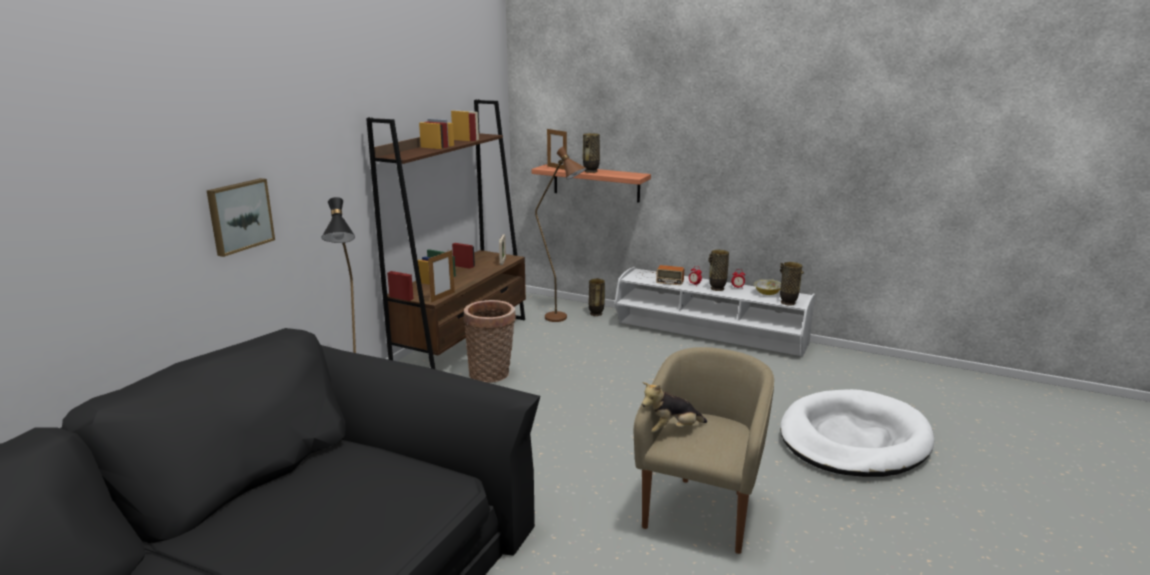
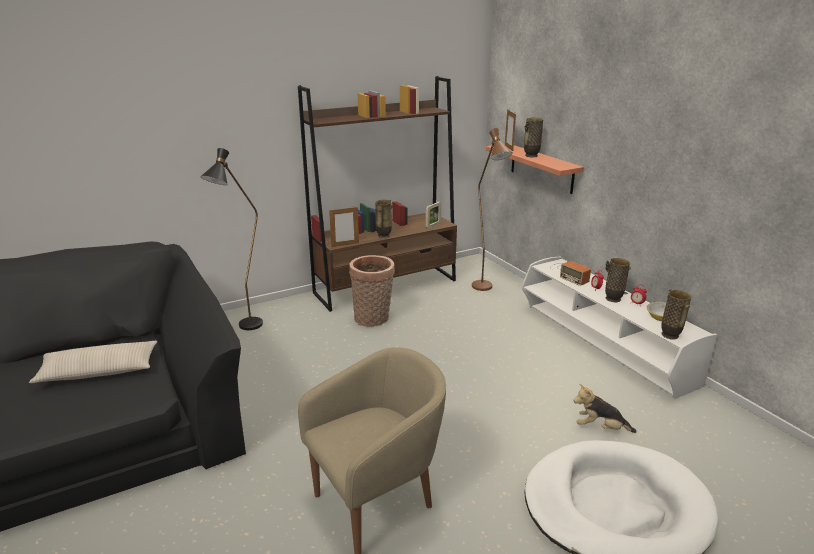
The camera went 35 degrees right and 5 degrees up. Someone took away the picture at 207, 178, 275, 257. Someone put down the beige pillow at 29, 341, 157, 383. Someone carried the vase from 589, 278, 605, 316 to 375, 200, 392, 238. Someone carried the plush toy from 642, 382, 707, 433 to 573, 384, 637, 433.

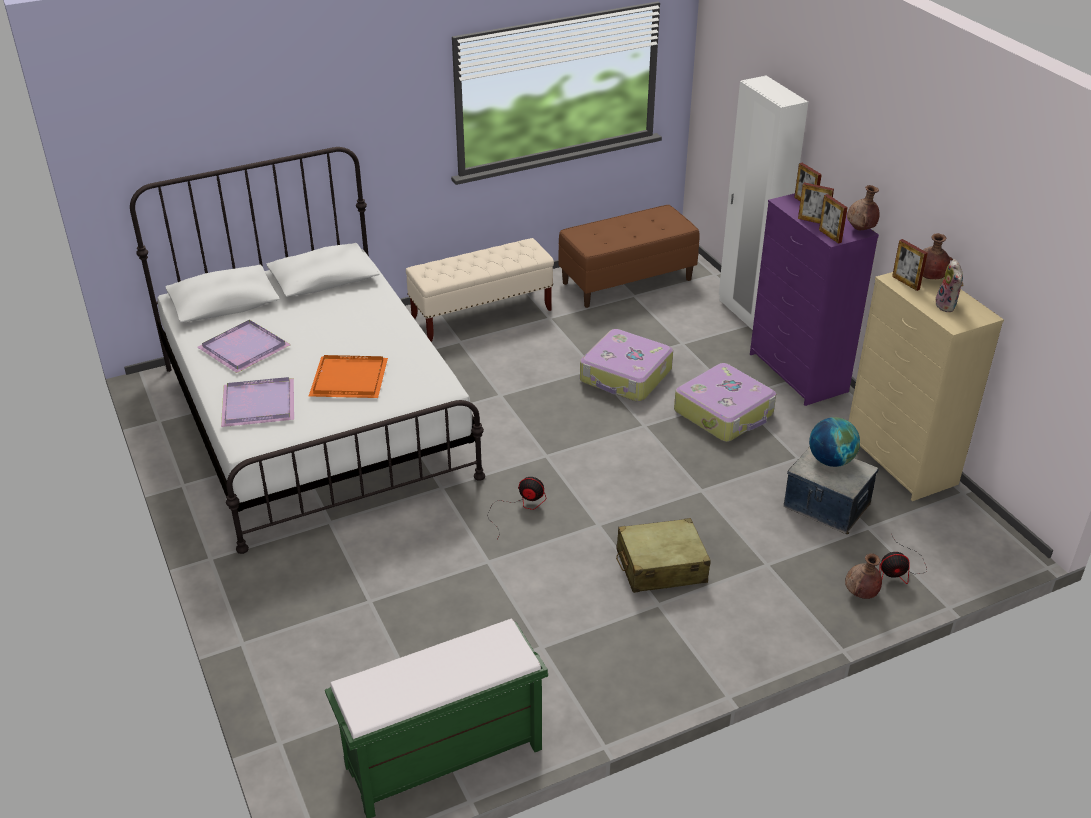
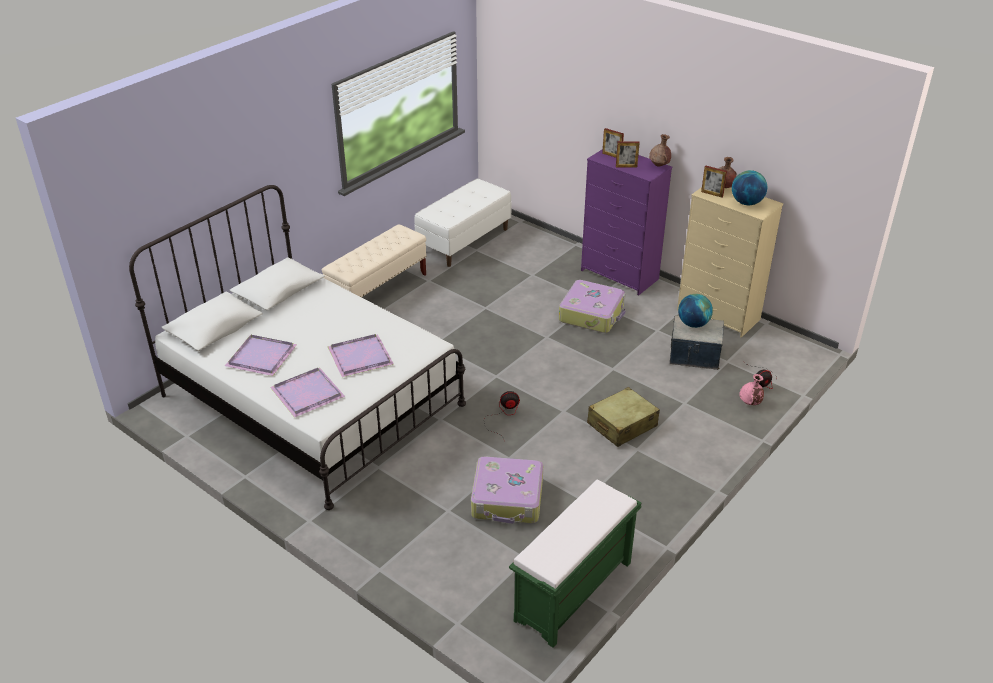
The camera went 25 degrees left and 0 degrees up. Someone took away the white wardrobe at 719, 76, 808, 330. Someone took away the picture frame at 819, 194, 848, 244. Someone carried the suitcase from 580, 329, 673, 402 to 471, 456, 543, 524. Someone swapped the plush toy at 935, 259, 964, 312 for the globe at 732, 170, 767, 205. Someone repainted the orange tray at 309, 355, 388, 398, which became the purple tray at 328, 334, 394, 377. Someone repainted the brown bench at 558, 205, 700, 308, which became the white bench at 414, 178, 512, 267. Someone repainted the brown vase at 845, 553, 882, 599, which became the pink vase at 739, 374, 764, 405.

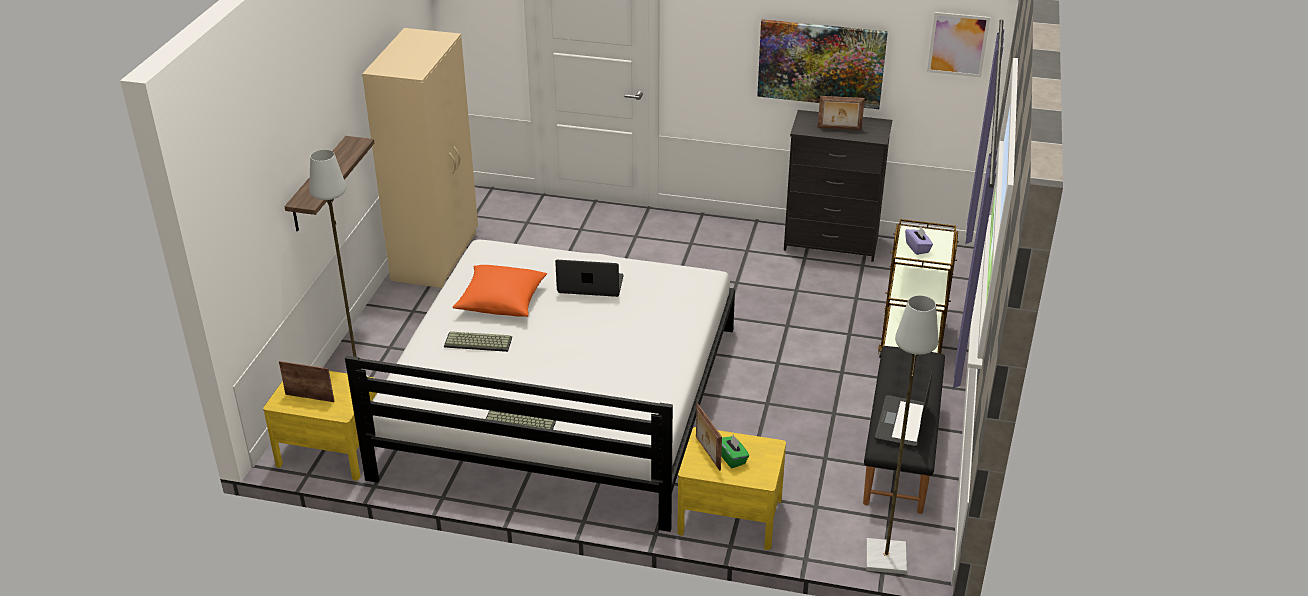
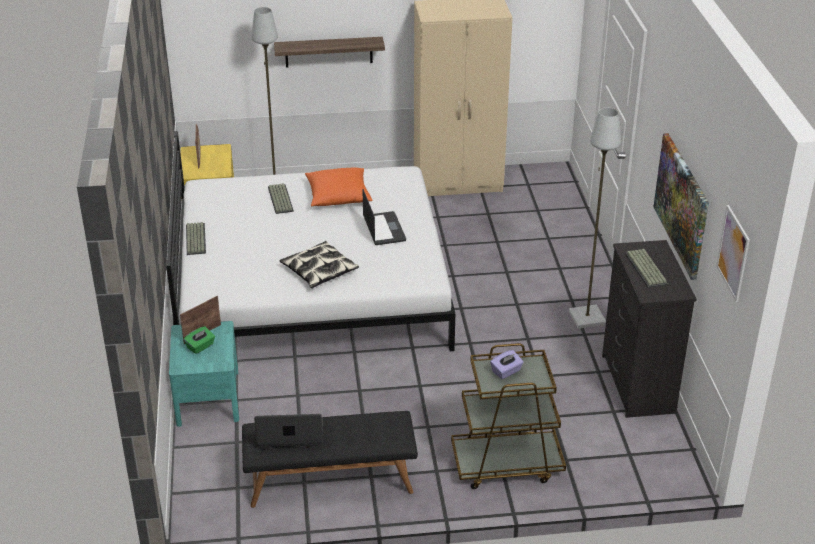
The camera went 70 degrees right and 0 degrees up. Someone put down the pillow at 280, 241, 359, 288. Someone carried the grey floor lamp from 866, 295, 939, 574 to 569, 108, 621, 329. Someone swapped the picture frame at 818, 96, 865, 130 for the keyboard at 625, 249, 668, 288. Someone repainted the yellow nightstand at 677, 427, 786, 550, which became the turquoise nightstand at 169, 321, 239, 427.

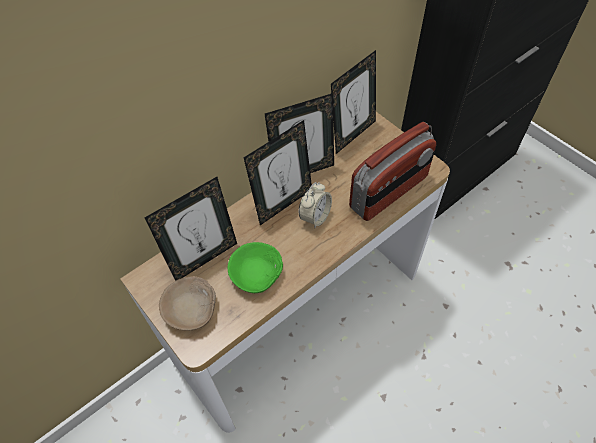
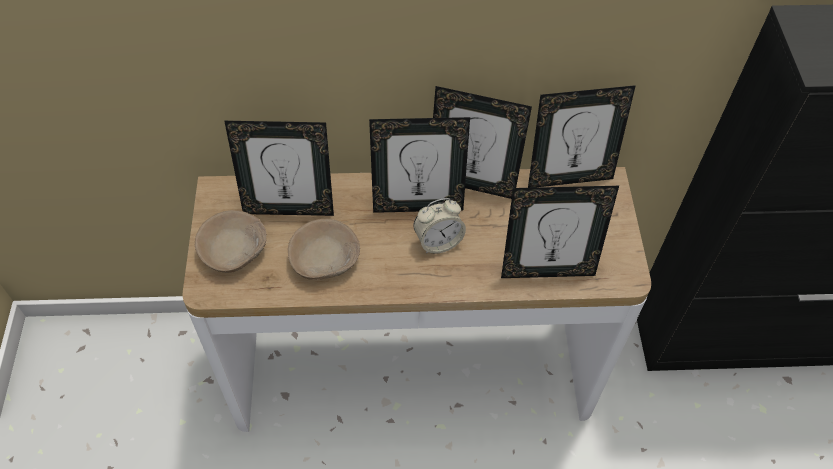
The camera went 35 degrees right and 0 degrees up. Someone swapped the radio at 349, 122, 437, 221 for the picture frame at 501, 186, 619, 278. Someone repainted the green bowl at 228, 242, 283, 293, which became the beige bowl at 288, 219, 360, 280.

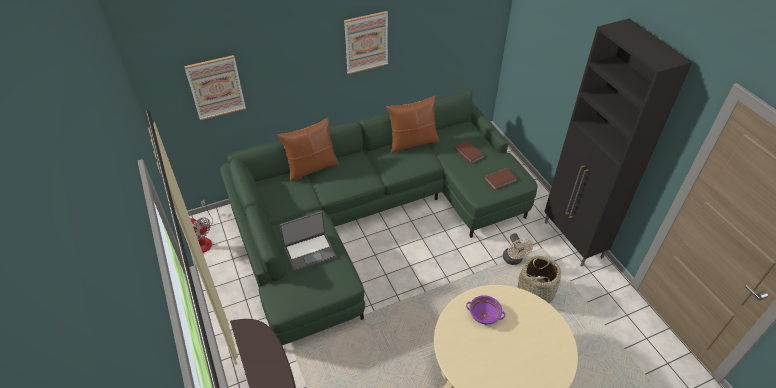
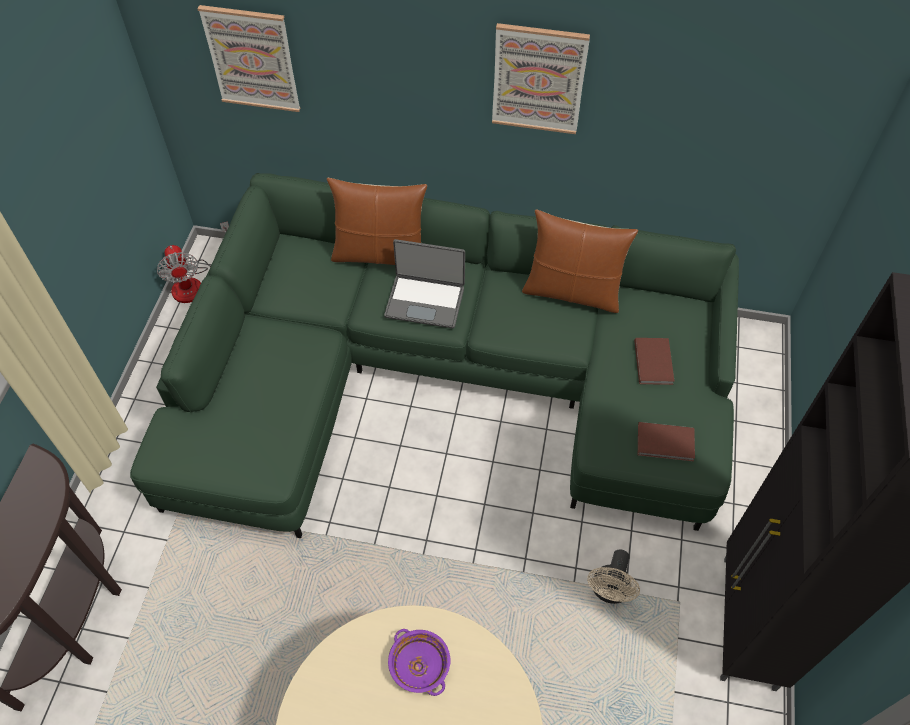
The camera went 35 degrees right and 10 degrees up. Someone took away the basket at 518, 256, 561, 304. Someone carried the laptop from 280, 211, 336, 271 to 384, 239, 465, 328.

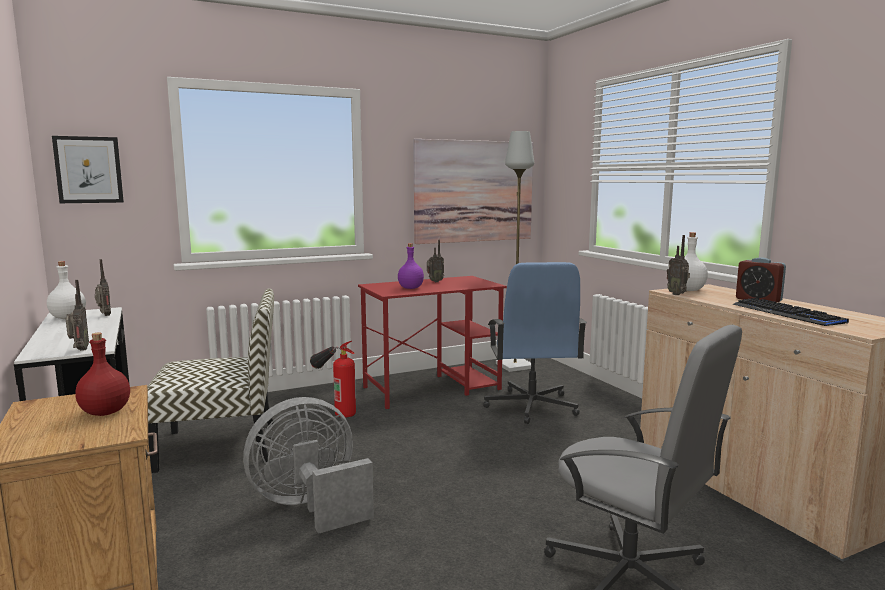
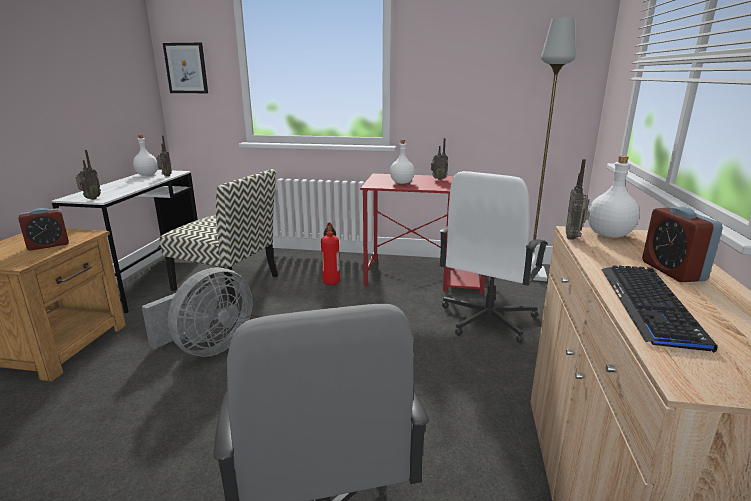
The camera went 35 degrees right and 10 degrees up. Someone took away the picture at 413, 139, 533, 244. Someone swapped the red bottle at 75, 333, 130, 416 for the alarm clock at 18, 208, 69, 251. Someone repainted the purple bottle at 398, 243, 424, 289, which became the white bottle at 390, 140, 415, 184. Someone repainted the blue office chair at 483, 262, 587, 424, which became the white office chair at 439, 171, 548, 343. Someone rotated the grey fan at 243, 397, 374, 534 by 120 degrees clockwise.

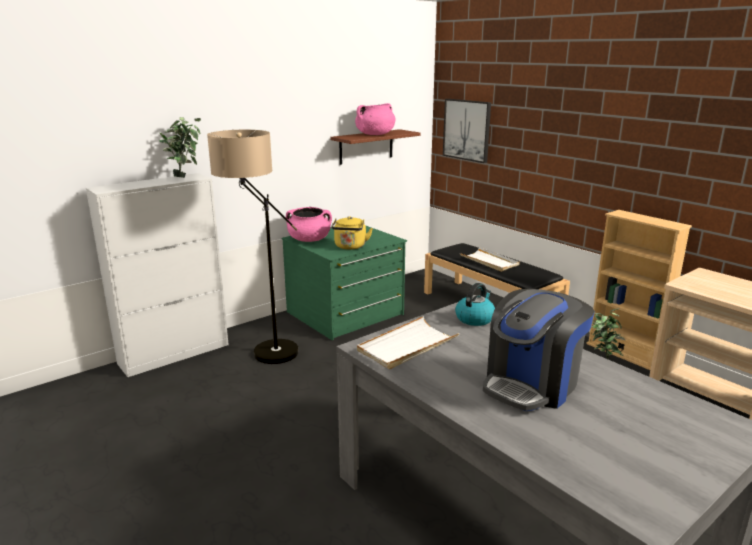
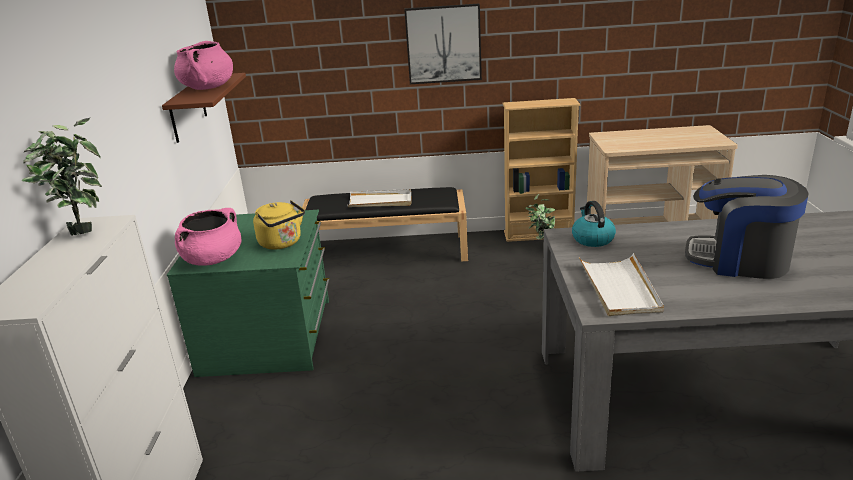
The camera went 50 degrees left and 5 degrees up. Someone took away the floor lamp at 207, 130, 298, 364. Someone carried the picture from 443, 99, 491, 163 to 404, 4, 482, 84. Someone rotated the coffee machine at 483, 289, 595, 411 by 120 degrees clockwise.

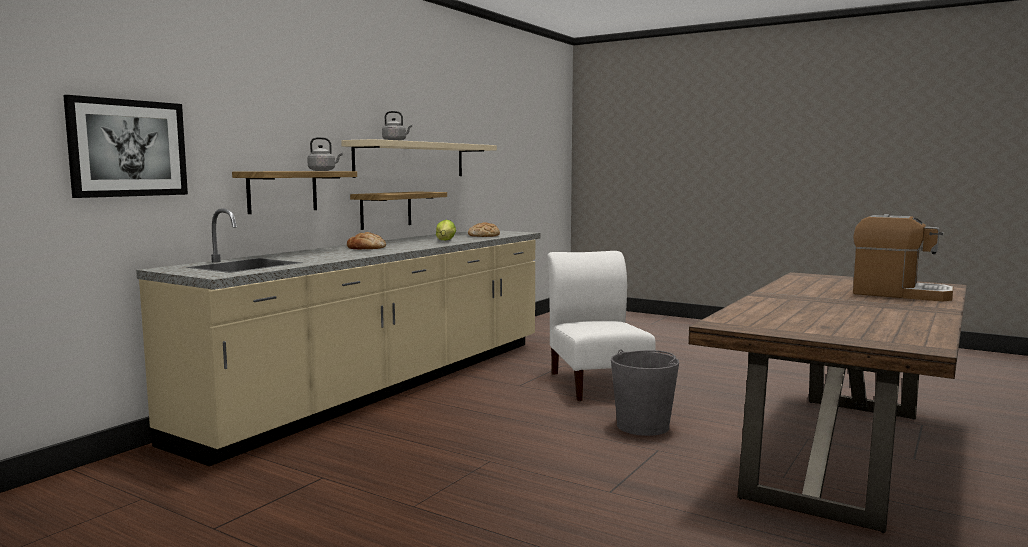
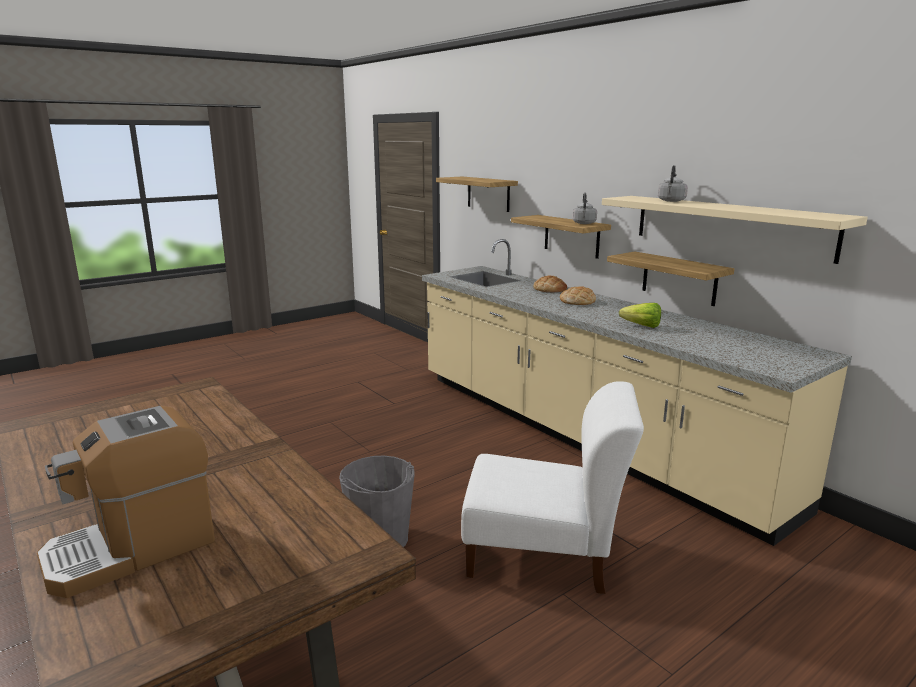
The camera went 110 degrees right and 10 degrees up. Someone carried the bread from 468, 223, 500, 237 to 533, 276, 567, 292. Someone swapped the picture at 63, 95, 188, 198 for the shelf at 436, 177, 518, 212.

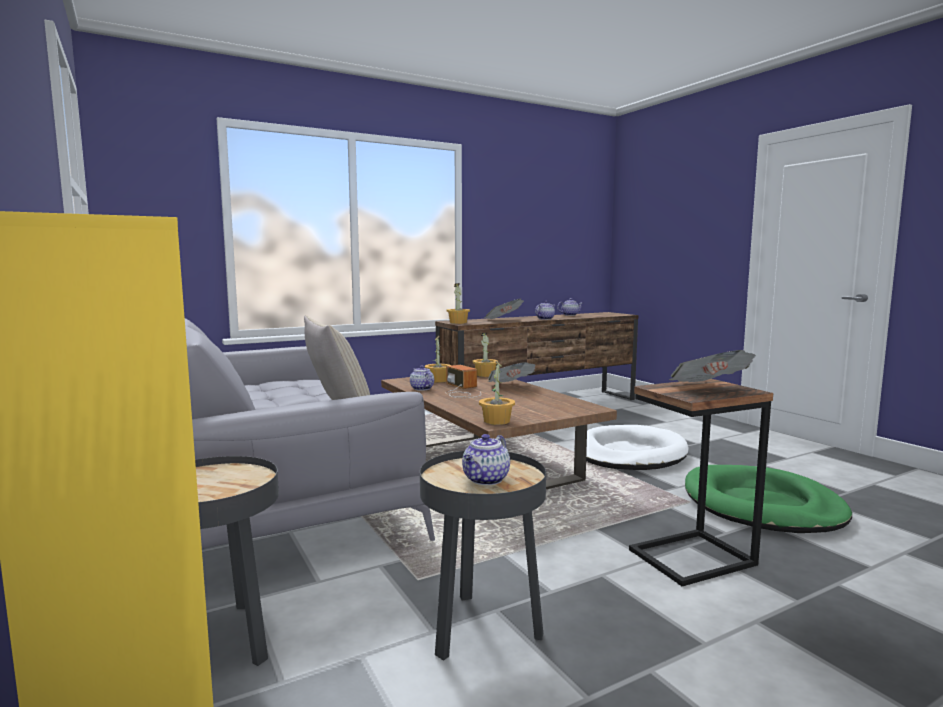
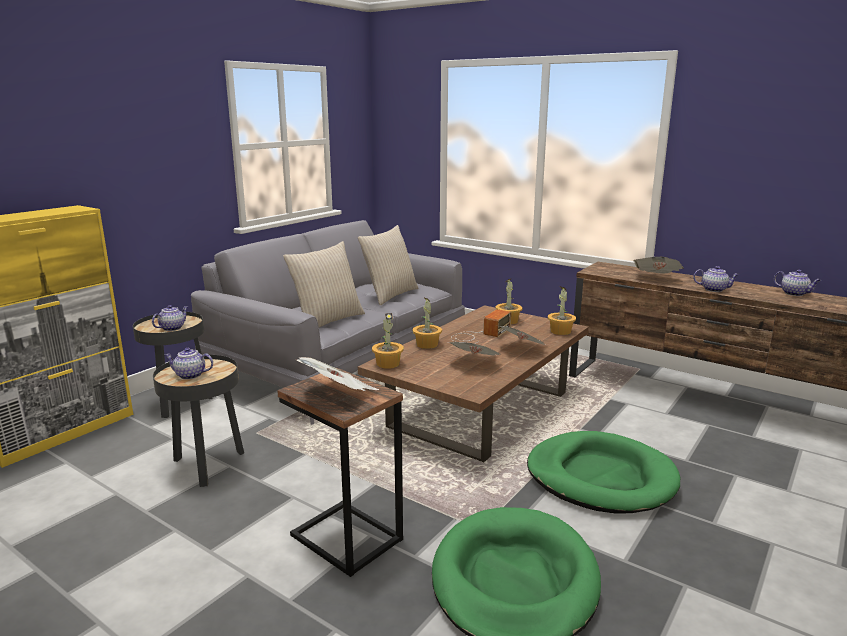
The camera went 65 degrees right and 10 degrees up. Someone put down the beige pillow at 358, 225, 419, 305. Someone put down the newspaper at 448, 342, 500, 355. Someone carried the teapot from 410, 365, 434, 391 to 152, 305, 188, 331. Someone carried the potted plant from 447, 283, 470, 324 to 412, 297, 442, 349. Someone repainted the white dog bed at 574, 425, 689, 470, which became the green dog bed at 527, 431, 680, 514.

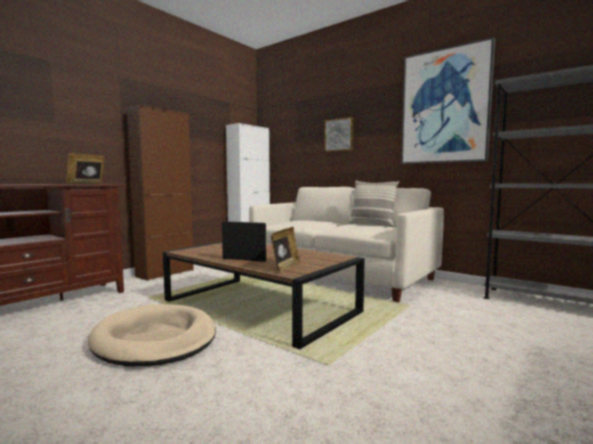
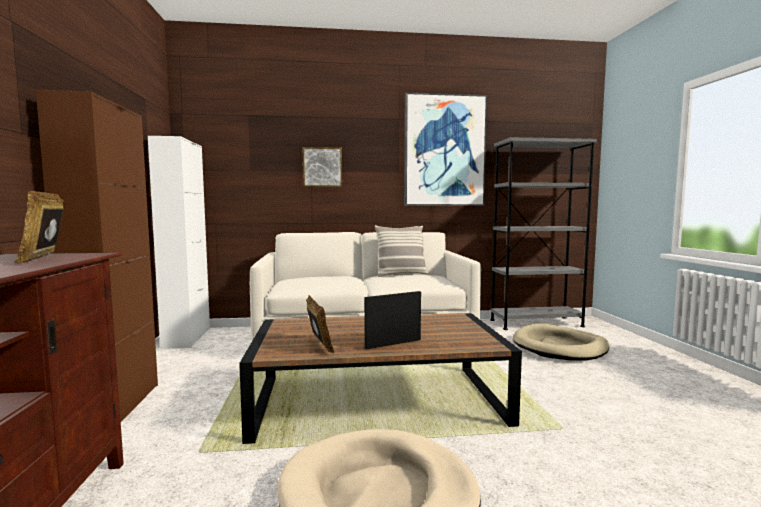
The camera went 45 degrees left and 0 degrees up. Someone put down the beige dog bed at 513, 323, 610, 361. Someone carried the picture frame from 271, 227, 301, 272 to 306, 295, 334, 353.

